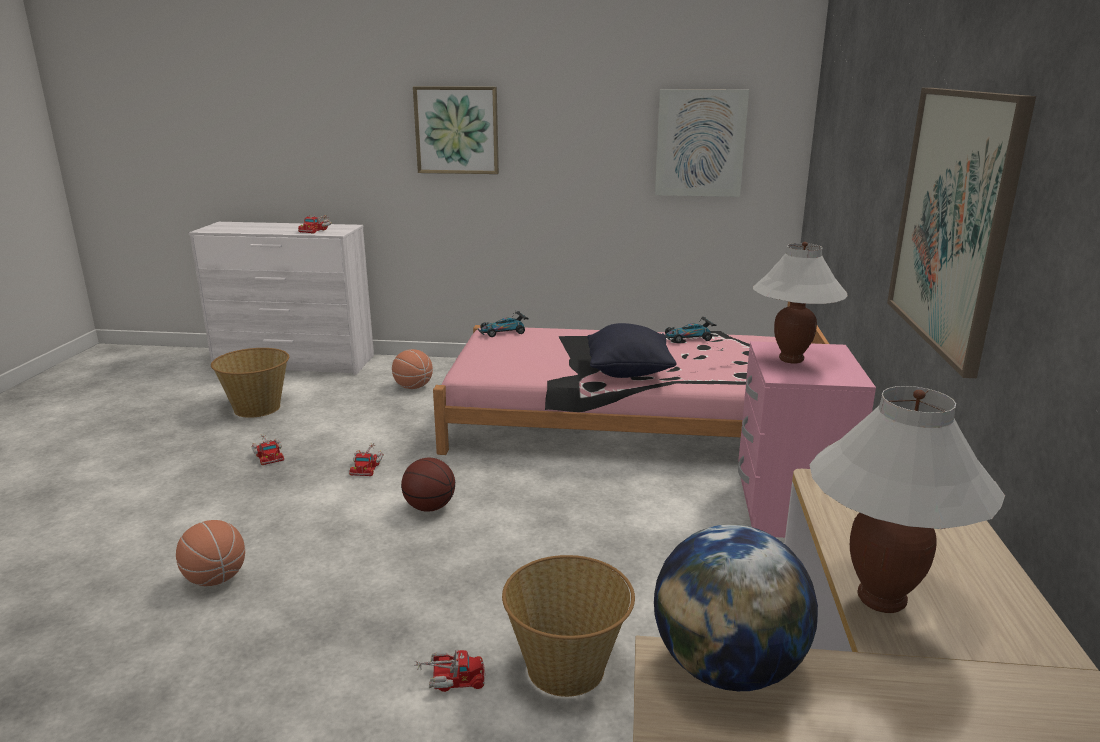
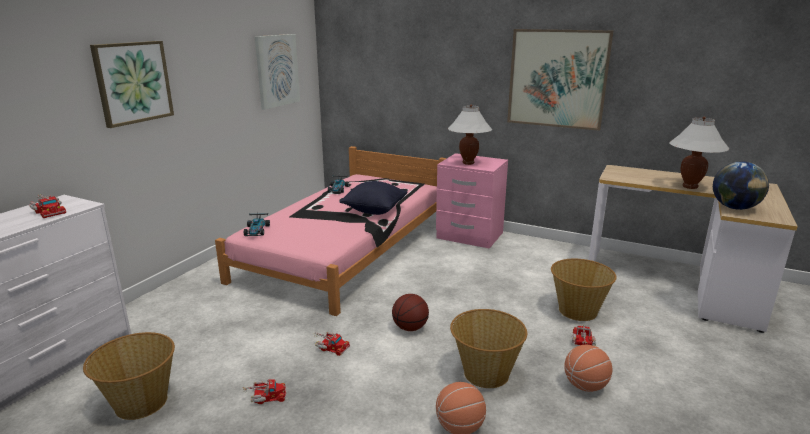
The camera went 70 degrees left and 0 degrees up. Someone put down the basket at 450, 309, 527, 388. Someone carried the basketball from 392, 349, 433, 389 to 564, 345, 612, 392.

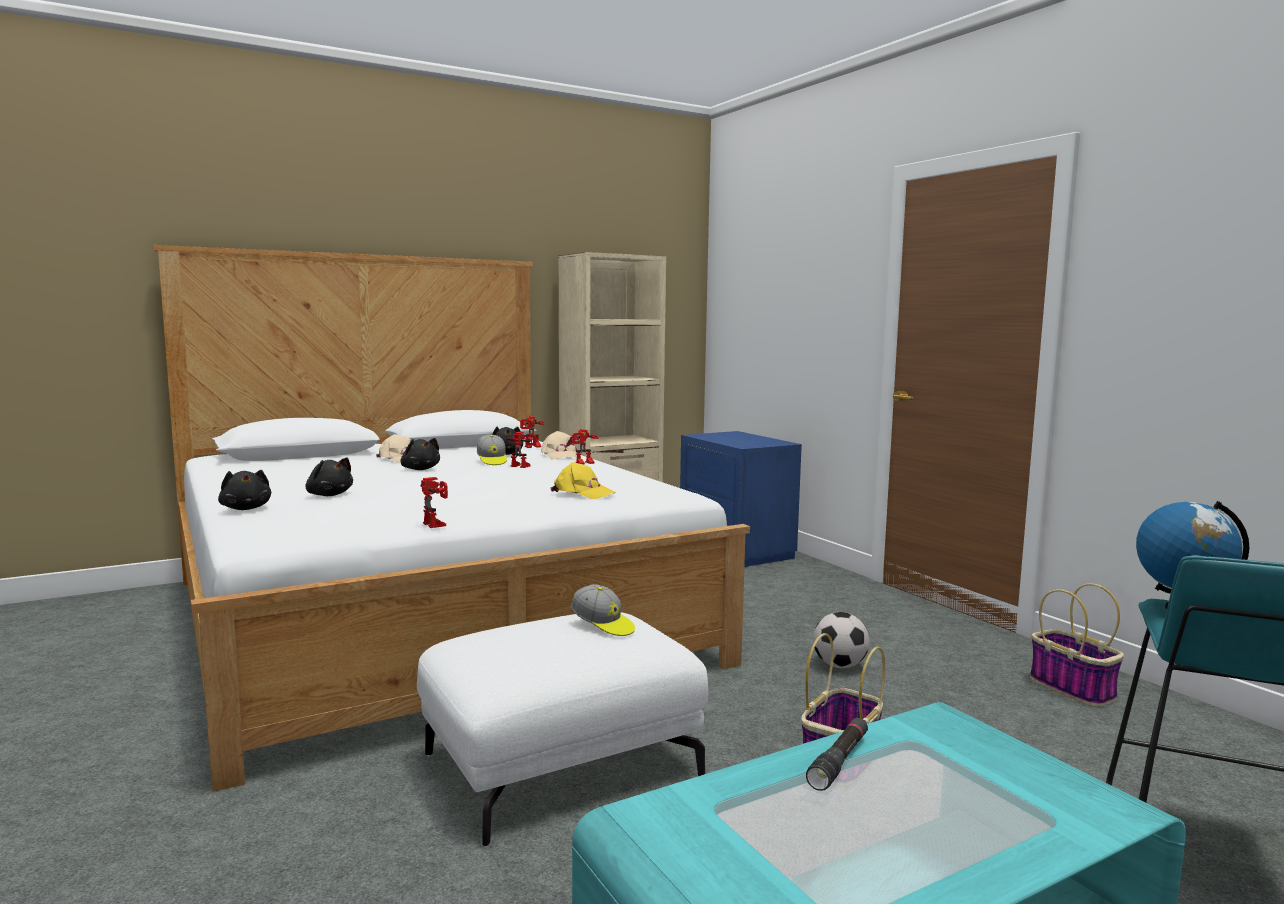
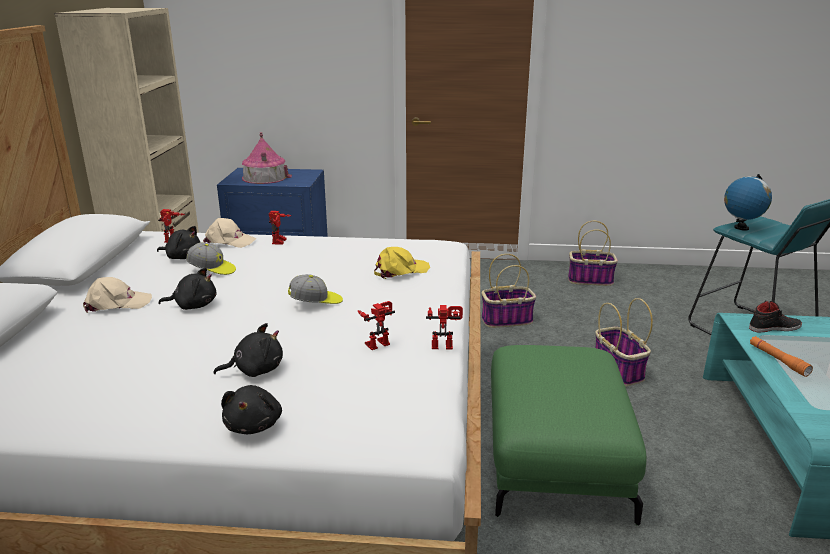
The camera went 55 degrees left and 15 degrees up. Someone put down the toy house at 242, 132, 292, 184. Someone put down the black shoe at 749, 300, 802, 333. Someone carried the toy robot from 506, 432, 536, 468 to 358, 301, 395, 350. Someone carried the cap from 571, 584, 635, 636 to 288, 274, 343, 304. Someone swapped the football at 813, 612, 870, 668 for the basket at 482, 254, 536, 328. Someone repainted the white ottoman at 417, 612, 708, 847, which became the green ottoman at 491, 345, 646, 526. Someone repainted the black flashlight at 806, 717, 868, 791, which became the orange flashlight at 750, 337, 813, 377. Someone rotated the black plush toy at 218, 470, 271, 510 by 90 degrees clockwise.

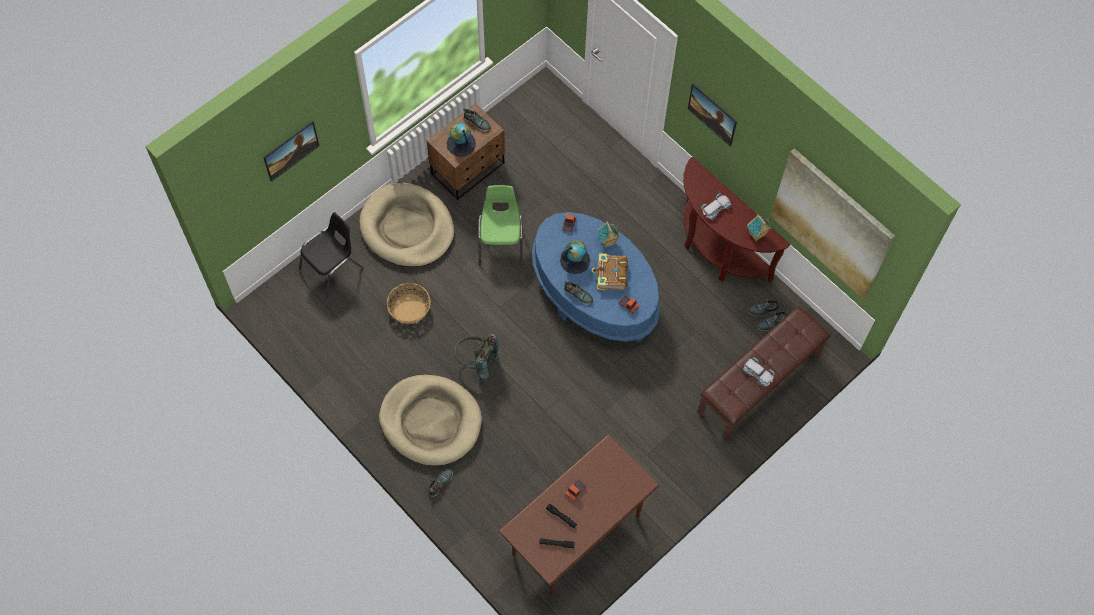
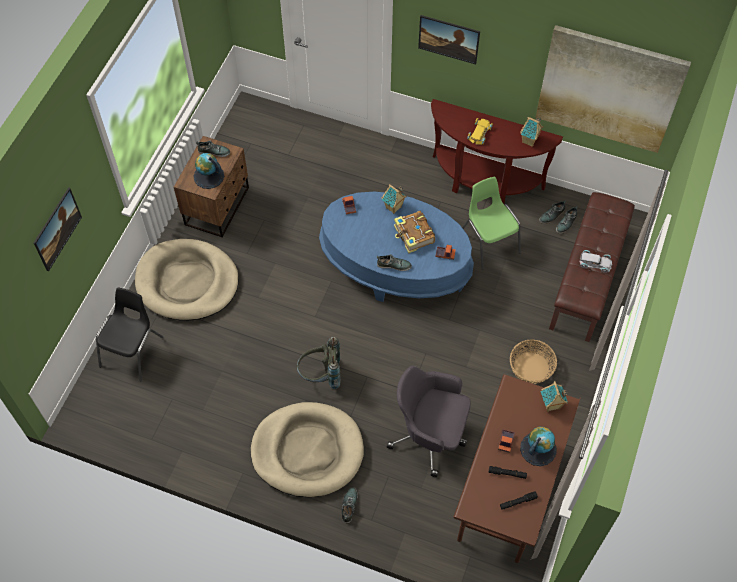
The camera went 25 degrees left and 5 degrees down. Someone put down the grey office chair at 387, 366, 471, 477. Someone put down the toy house at 541, 381, 568, 412. Someone carried the basket from 387, 283, 431, 324 to 510, 340, 557, 384. Someone carried the green chair from 478, 185, 523, 265 to 462, 177, 521, 270. Someone carried the globe from 560, 241, 590, 274 to 520, 427, 557, 466. Someone repainted the white toy car at 701, 193, 732, 220, which became the yellow toy car at 467, 118, 493, 145.

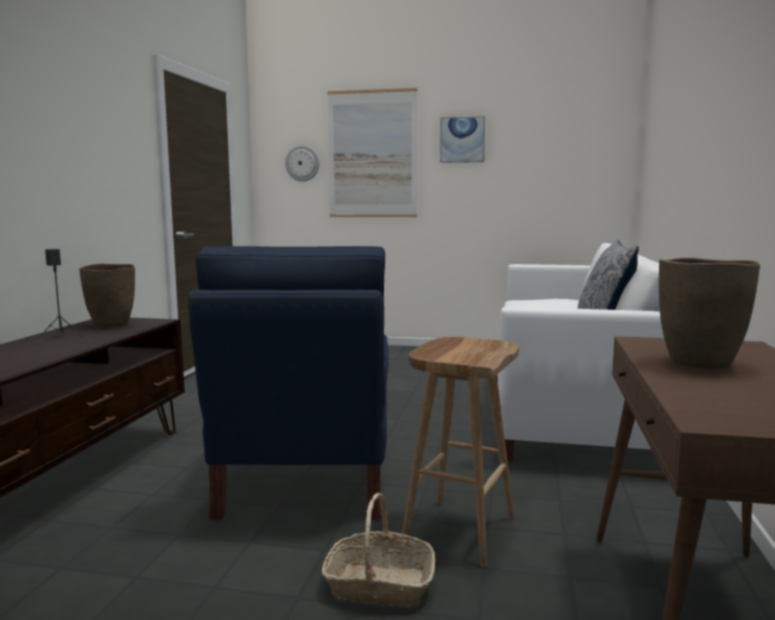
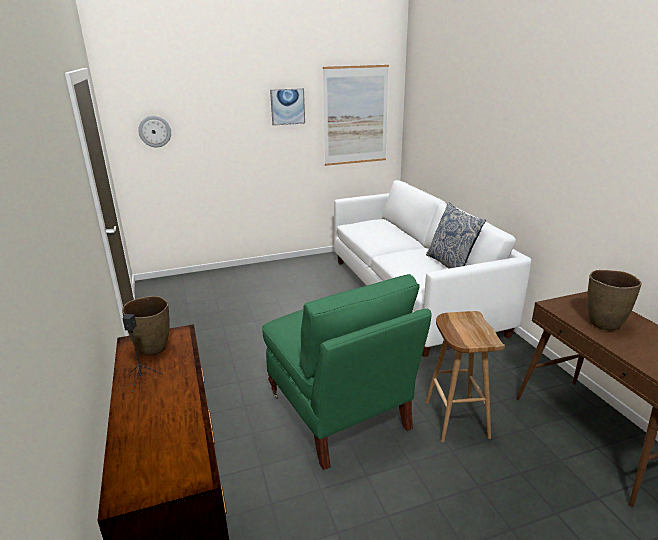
The camera went 30 degrees left and 15 degrees up. Someone took away the basket at 322, 493, 435, 607. Someone carried the picture from 328, 88, 417, 217 to 323, 65, 389, 166. Someone repainted the blue armchair at 188, 246, 389, 520, which became the green armchair at 262, 274, 432, 470.

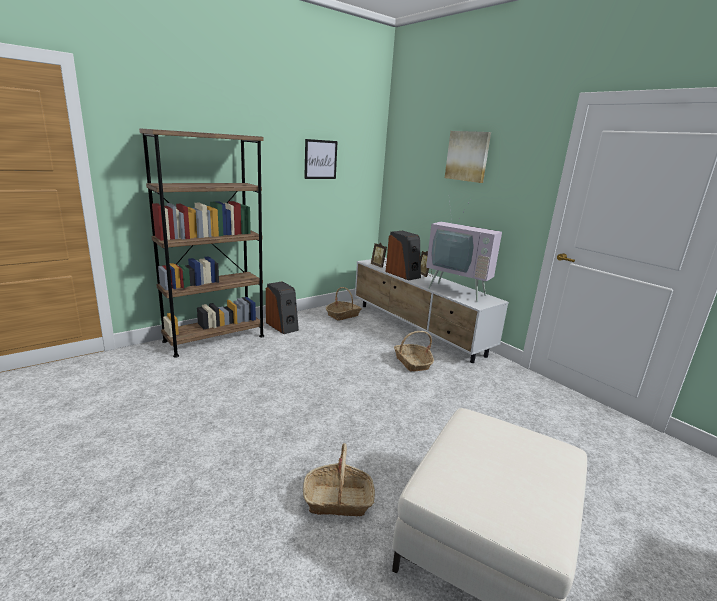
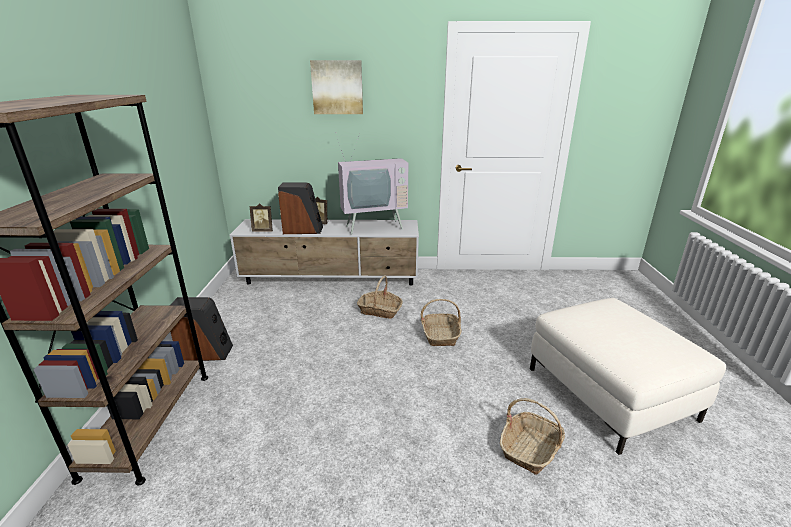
The camera went 50 degrees left and 5 degrees up. Someone took away the picture at 304, 139, 338, 179. Someone carried the basket from 326, 287, 362, 321 to 421, 299, 462, 346.

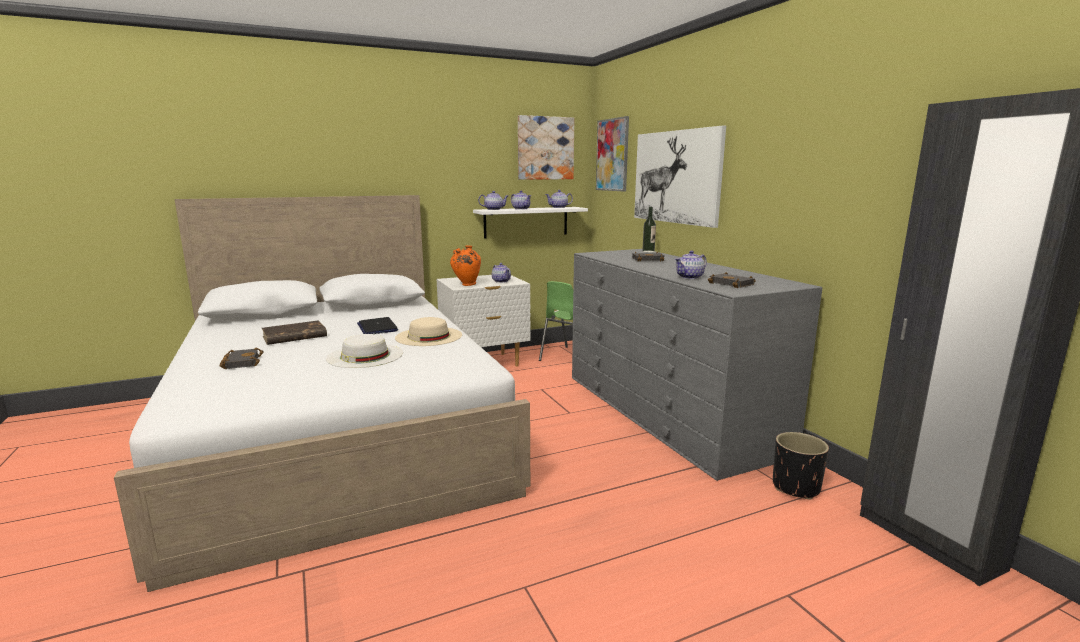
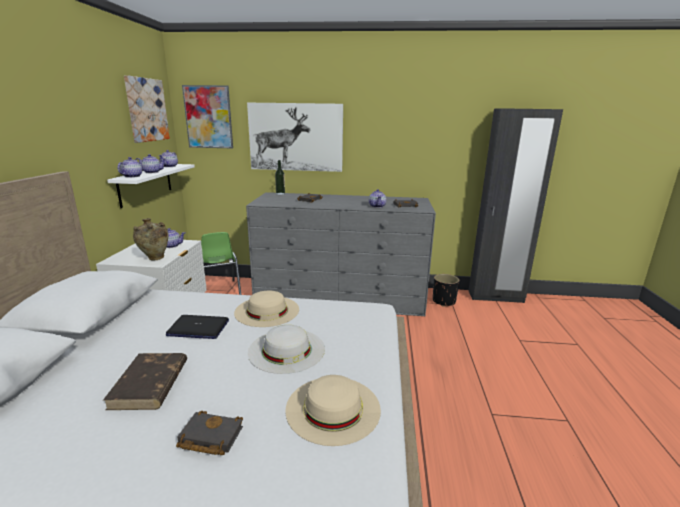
The camera went 60 degrees left and 5 degrees up. Someone put down the beige hat at 285, 375, 381, 446. Someone repainted the orange vase at 450, 246, 481, 286, which became the beige vase at 133, 218, 168, 260.

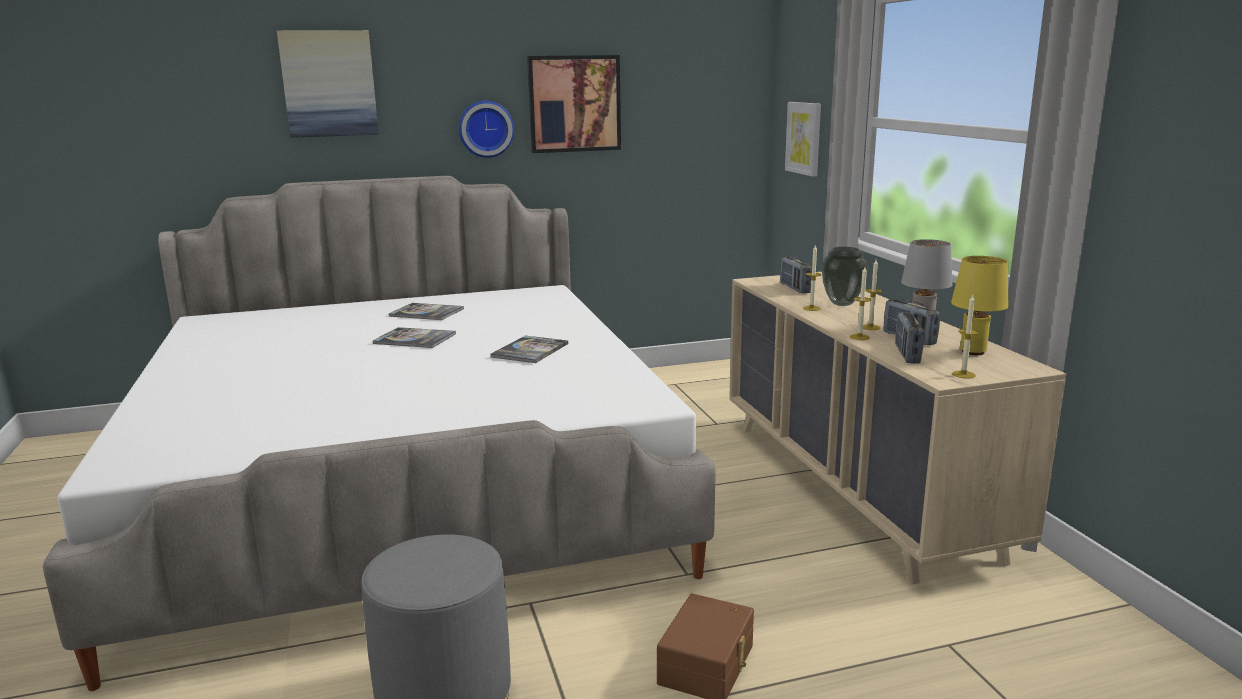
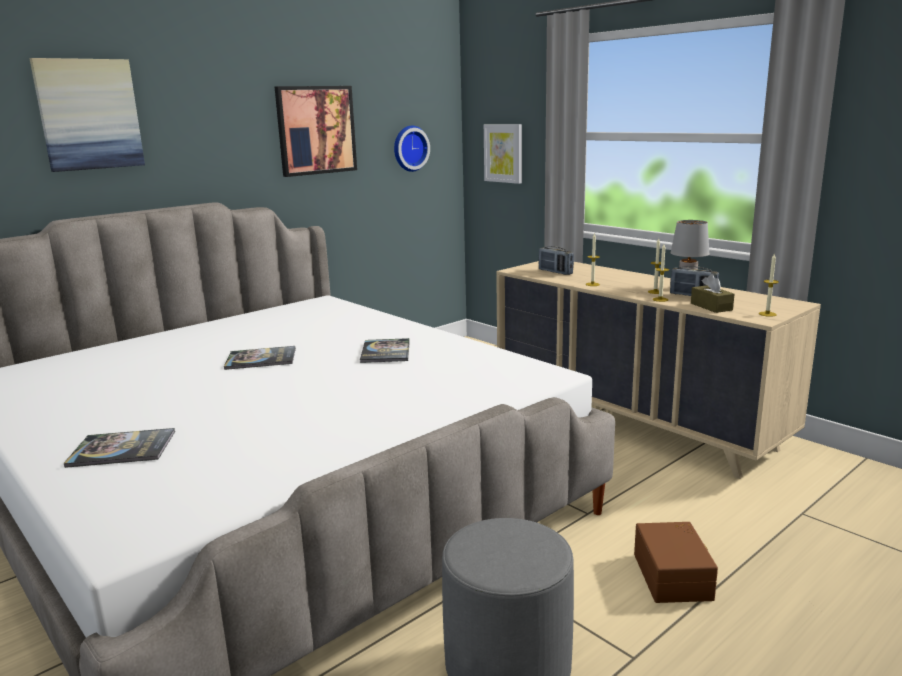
The camera went 25 degrees left and 0 degrees up. Someone took away the vase at 822, 247, 868, 306. Someone took away the yellow table lamp at 951, 256, 1008, 355. Someone carried the book from 389, 303, 464, 320 to 63, 428, 175, 468. Someone carried the wall clock from 458, 101, 514, 158 to 394, 126, 430, 172. Someone swapped the radio at 895, 312, 924, 364 for the brown tissue box at 691, 274, 734, 313.

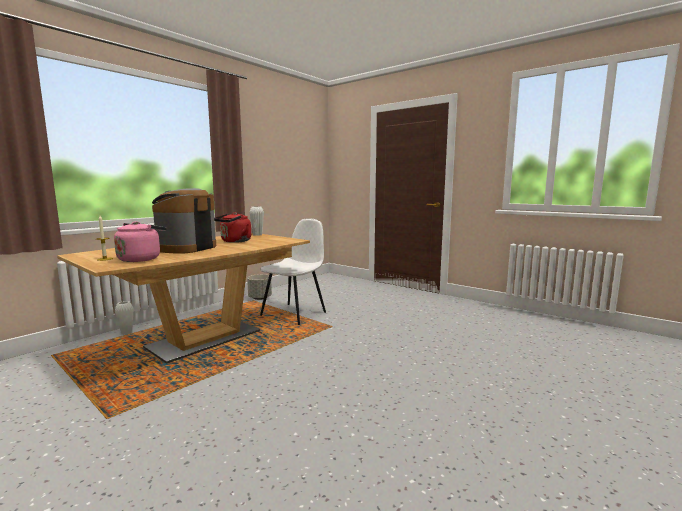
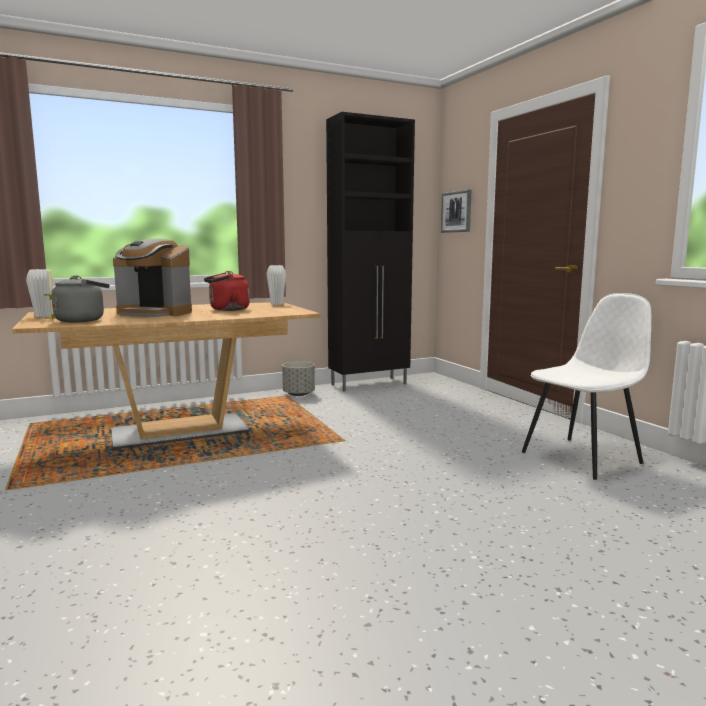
The camera went 25 degrees right and 0 degrees up. Someone put down the black cabinet at 326, 112, 415, 392. Someone put up the picture at 441, 189, 471, 233. Someone carried the white vase from 115, 301, 133, 335 to 26, 269, 53, 317. Someone carried the white chair from 260, 218, 326, 325 to 522, 293, 651, 480. Someone repainted the pink kettle at 114, 221, 167, 262, which became the grey kettle at 51, 275, 110, 322. Someone rotated the coffee machine at 152, 188, 216, 254 by 120 degrees counterclockwise.

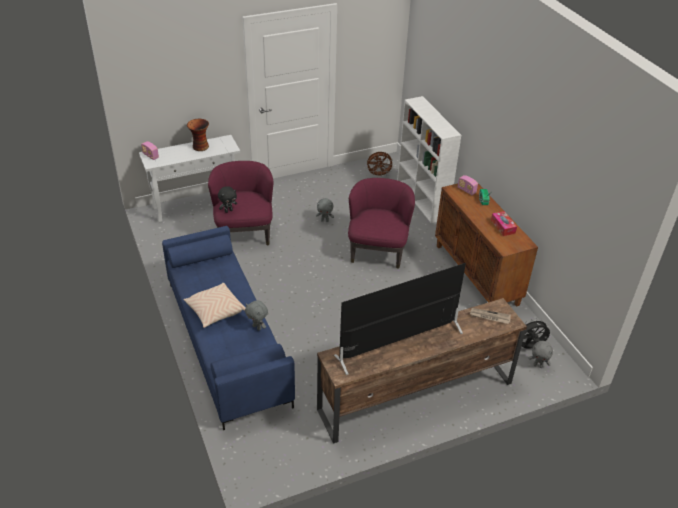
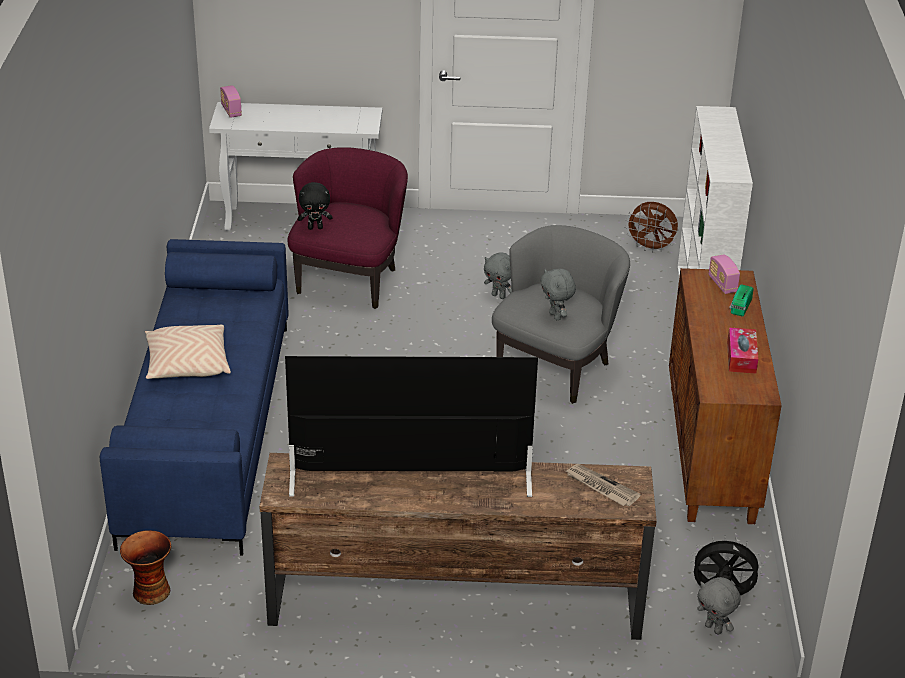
The camera went 25 degrees right and 5 degrees down. Someone carried the vase from 187, 119, 209, 151 to 120, 530, 171, 605. Someone carried the grey plush toy from 245, 300, 268, 330 to 540, 269, 576, 320. Someone repainted the purple armchair at 348, 178, 415, 269, which became the grey armchair at 492, 225, 630, 404.

